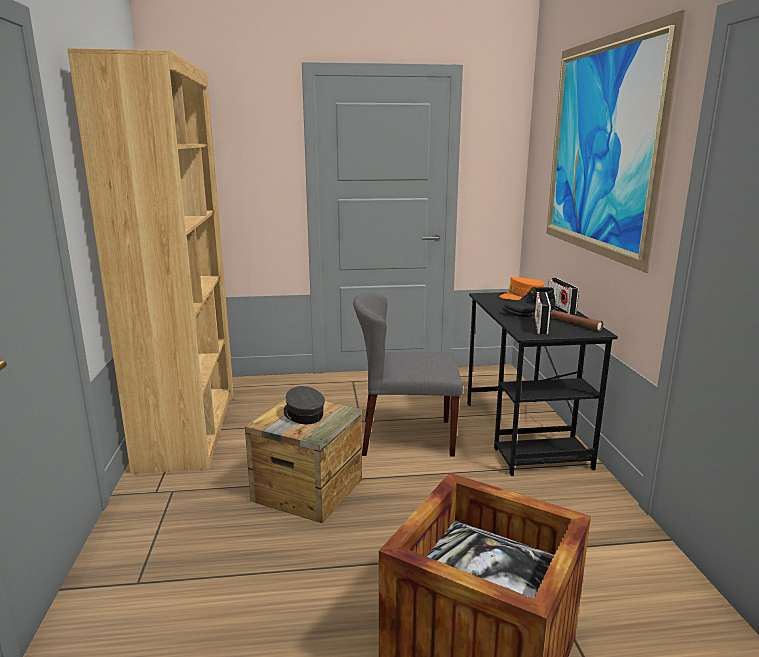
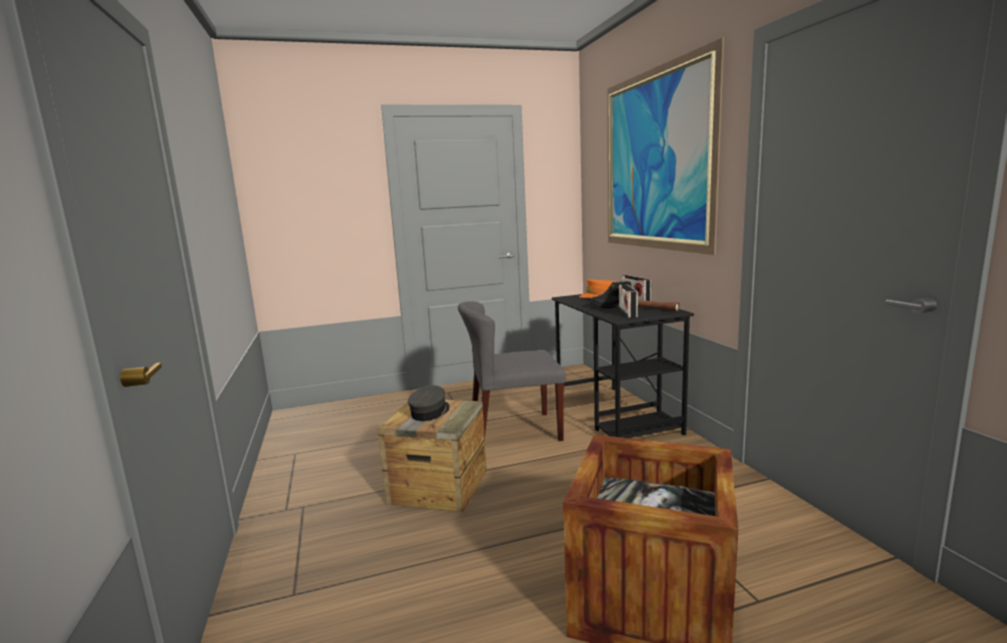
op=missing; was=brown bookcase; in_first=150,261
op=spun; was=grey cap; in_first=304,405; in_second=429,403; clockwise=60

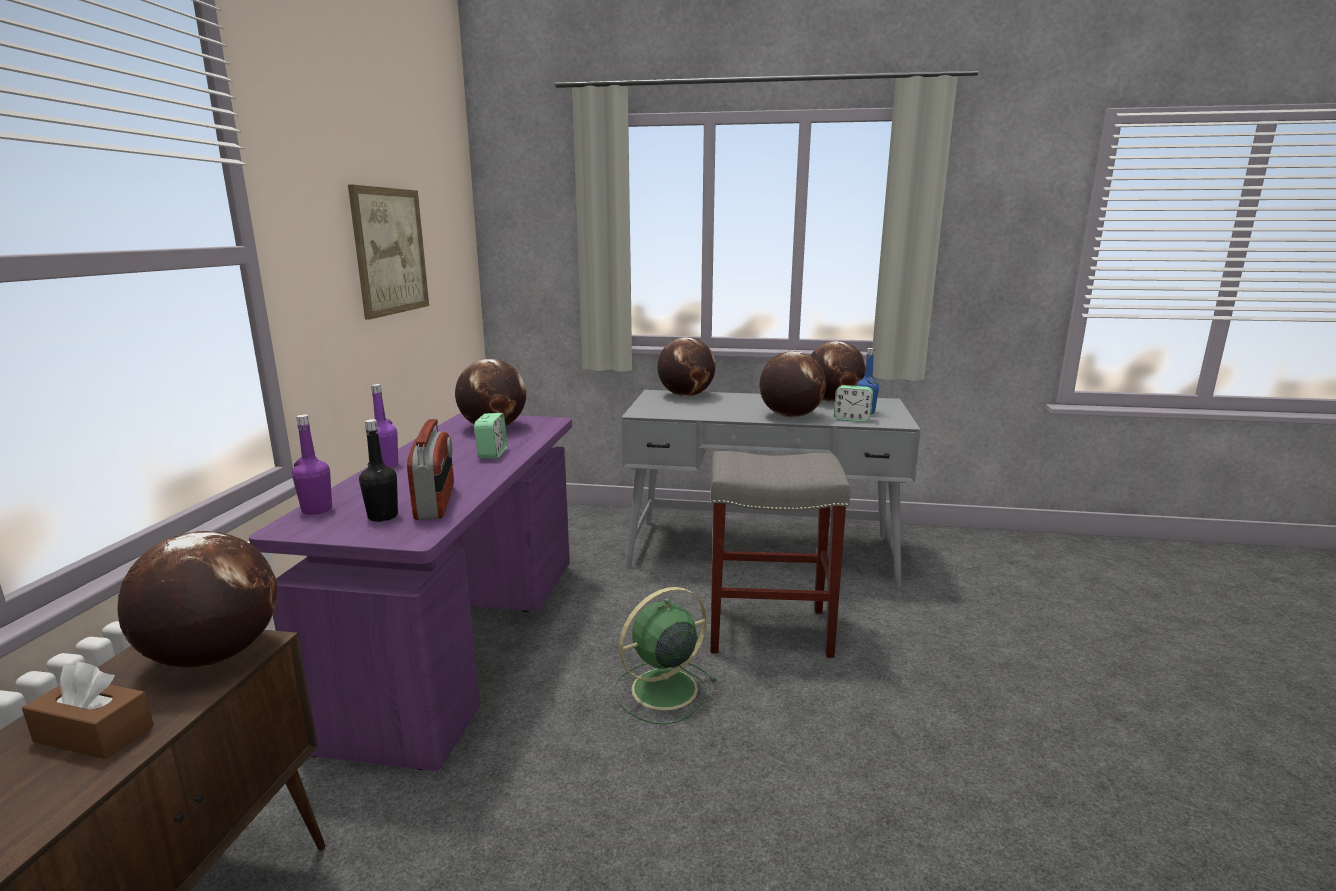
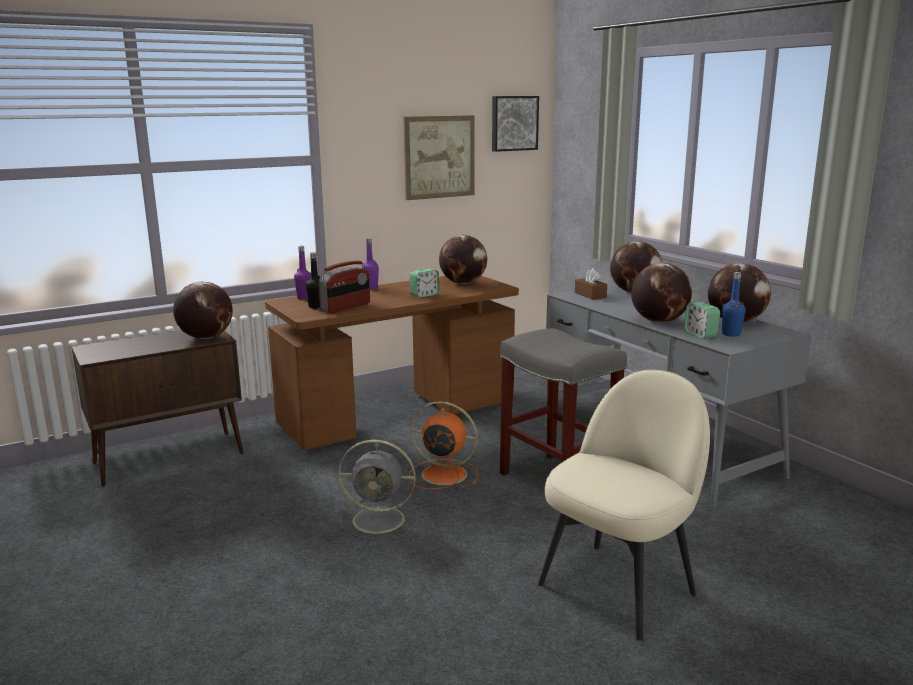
op=colour; was=purple desk; now=brown desk; in_first=410,592; in_second=392,363
op=colour; was=green fan; now=orange fan; in_first=666,656; in_second=443,445
op=relocated; was=brown tissue box; in_first=88,710; in_second=591,284
op=appeared; now=picture; in_second=515,124
op=appeared; now=beige chair; in_second=624,505
op=appeared; now=grey fan; in_second=378,490

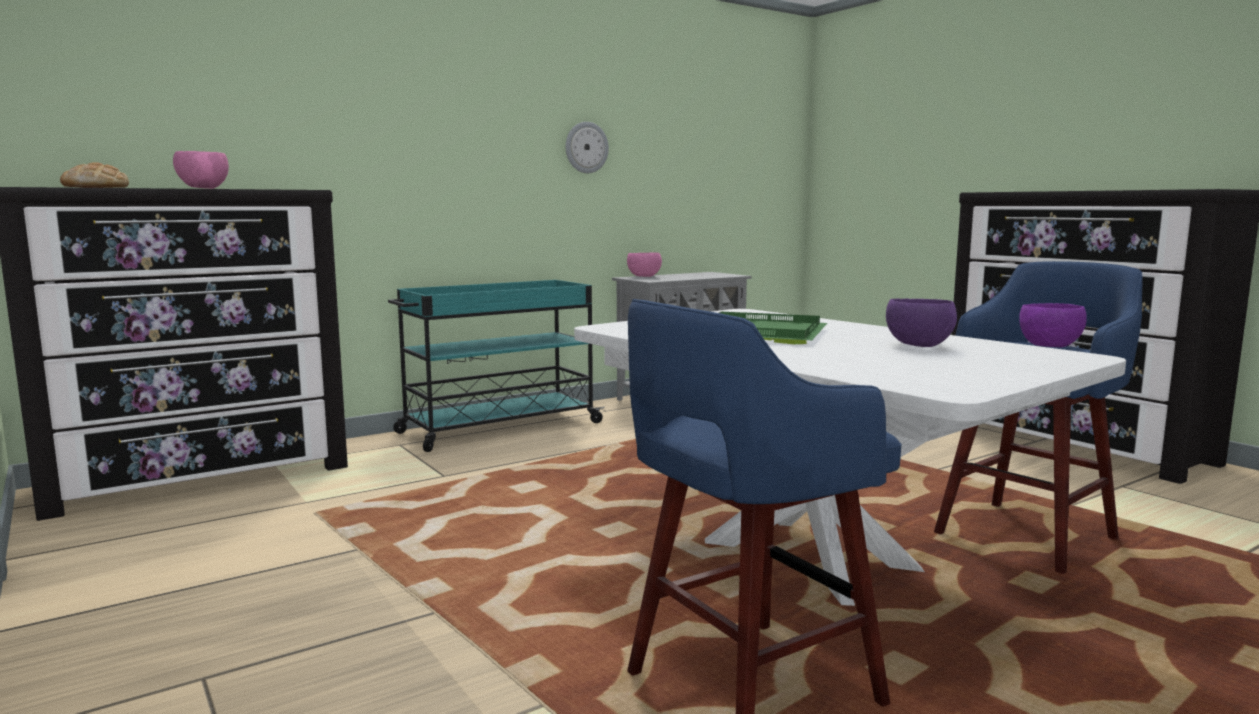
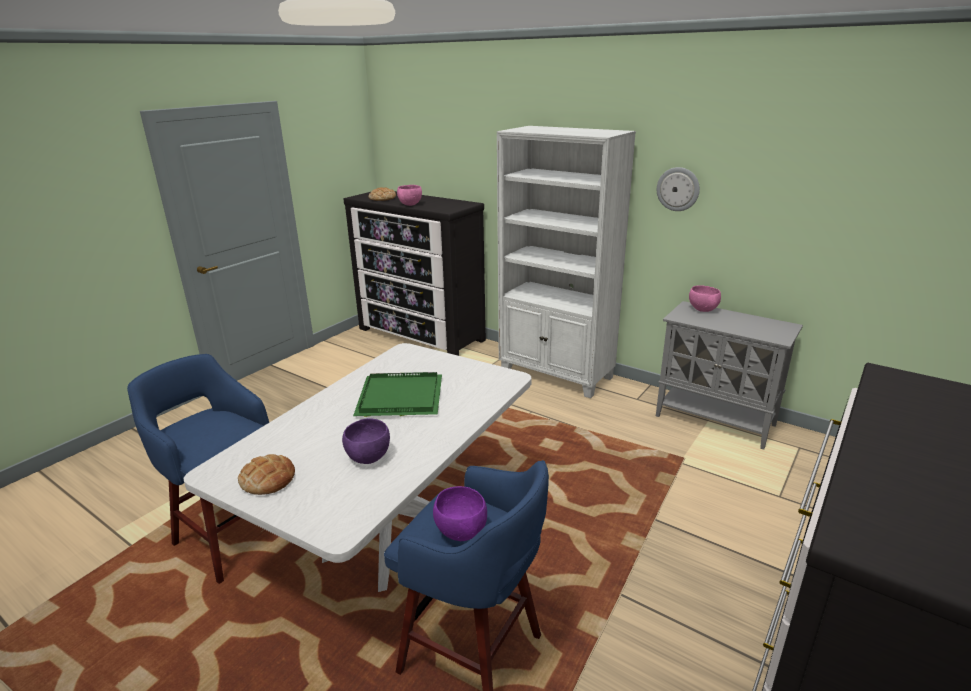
op=exchanged; was=turquoise cart; now=white bookcase; in_first=496,366; in_second=566,262
op=appeared; now=bread; in_second=266,474

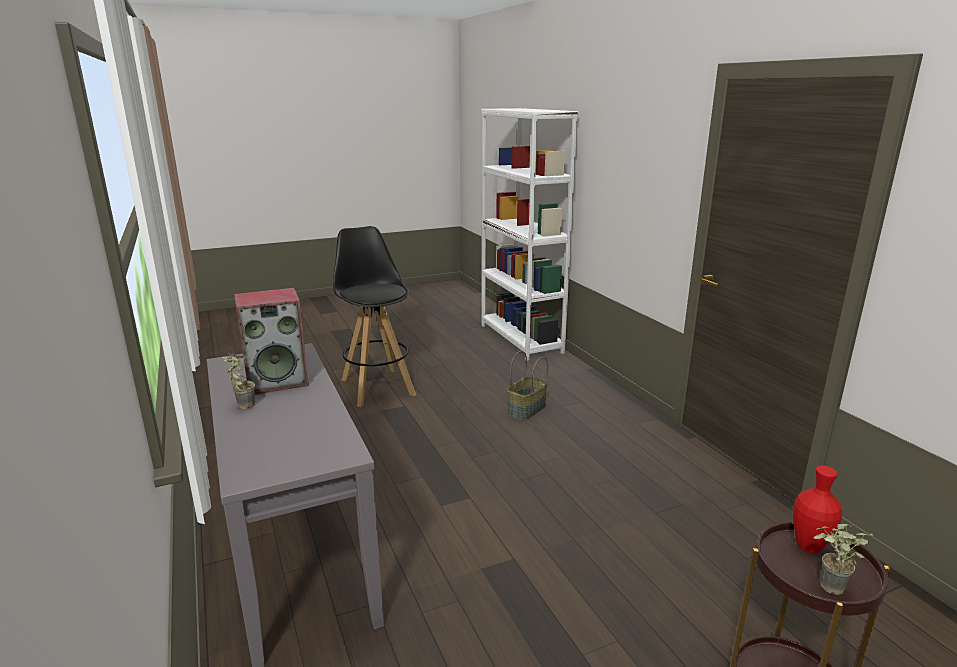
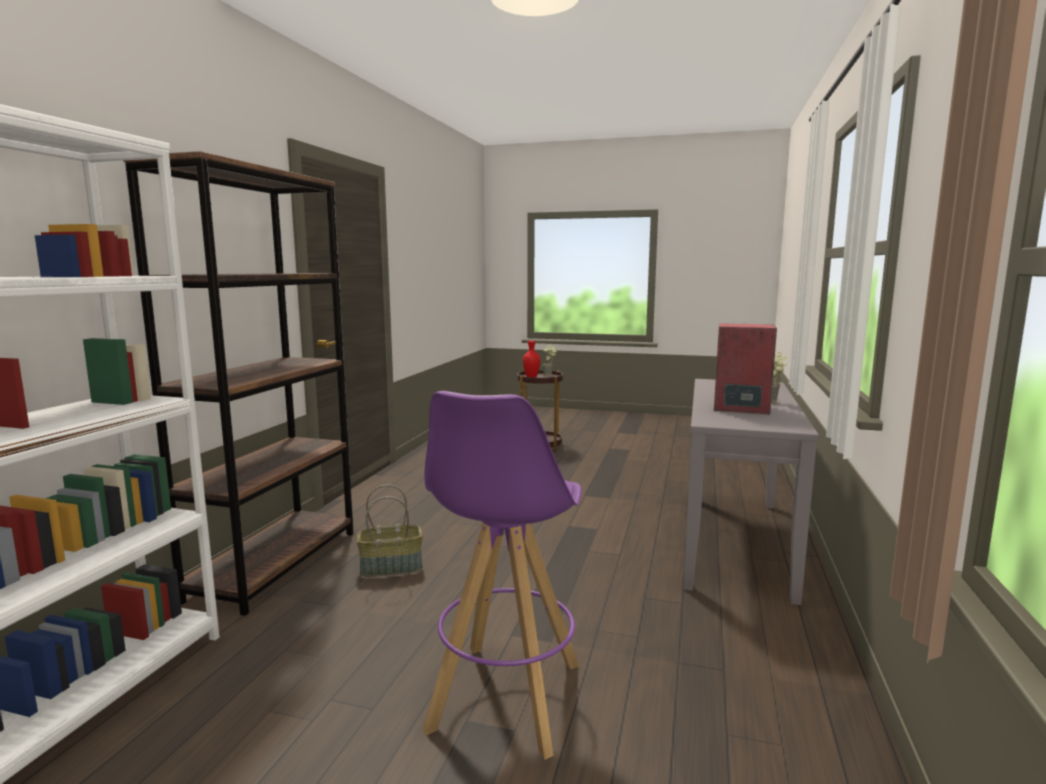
op=colour; was=black stool; now=purple stool; in_first=374,316; in_second=502,575
op=appeared; now=brown bookcase; in_second=238,383

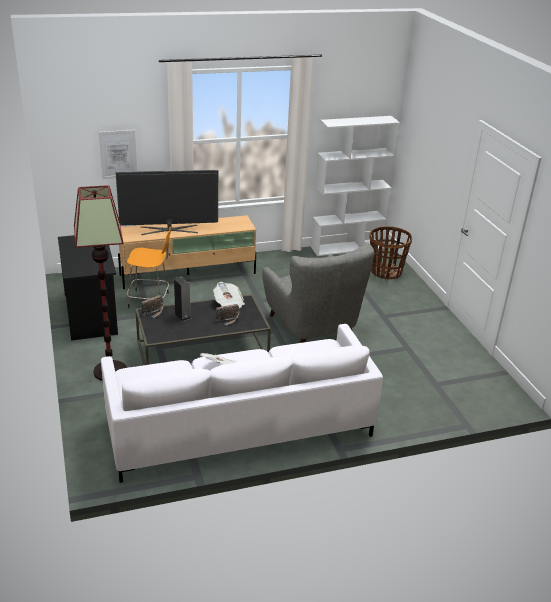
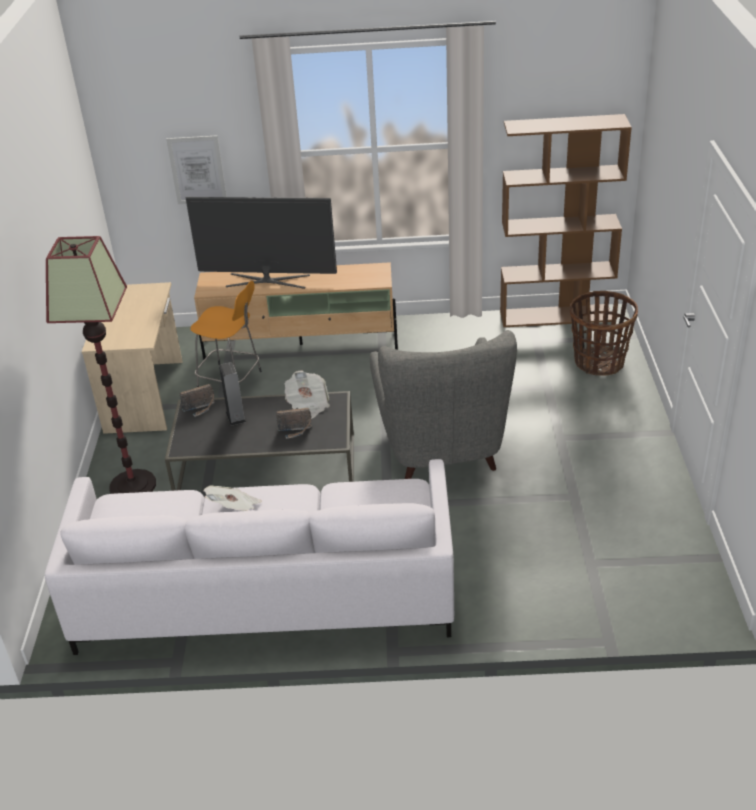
op=colour; was=white bookcase; now=brown bookcase; in_first=355,186; in_second=566,220
op=colour; was=black desk; now=beige desk; in_first=88,288; in_second=132,358

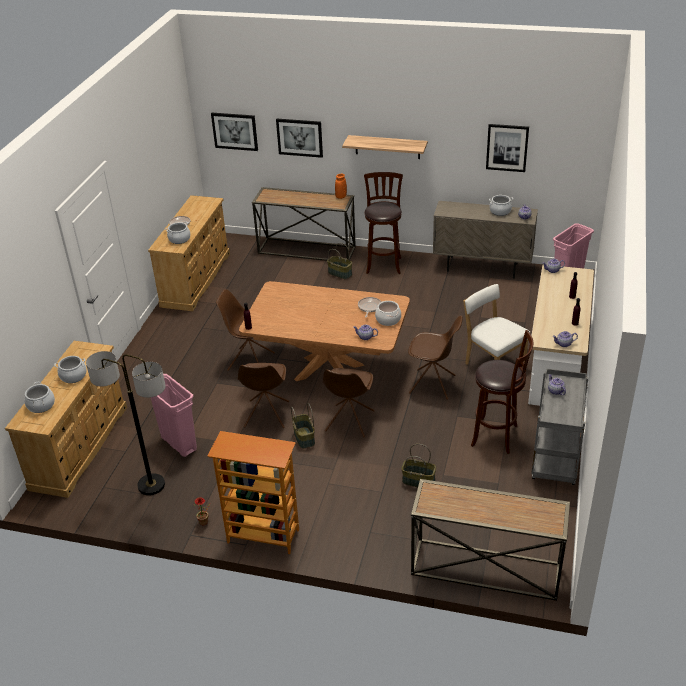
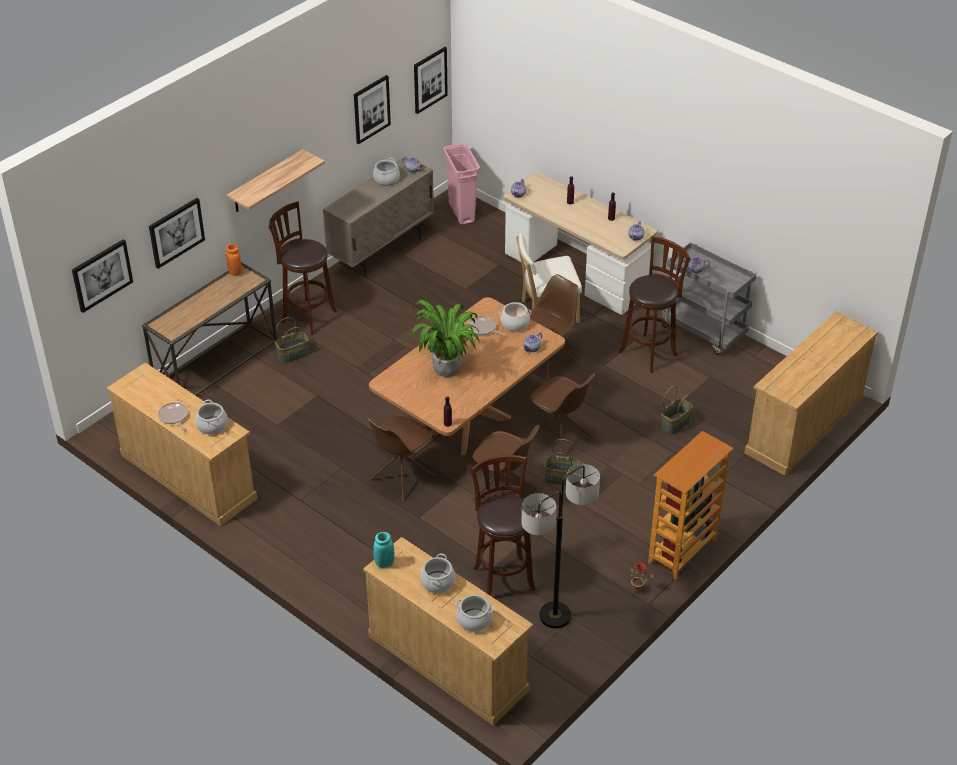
op=exchanged; was=pink trash can; now=brown stool; in_first=173,415; in_second=503,525
op=exchanged; was=console table; now=beige dresser; in_first=490,540; in_second=811,394
op=appeared; now=picture; in_second=431,80
op=appeared; now=potted plant; in_second=445,338
op=appeared; now=turquoise vase; in_second=384,550

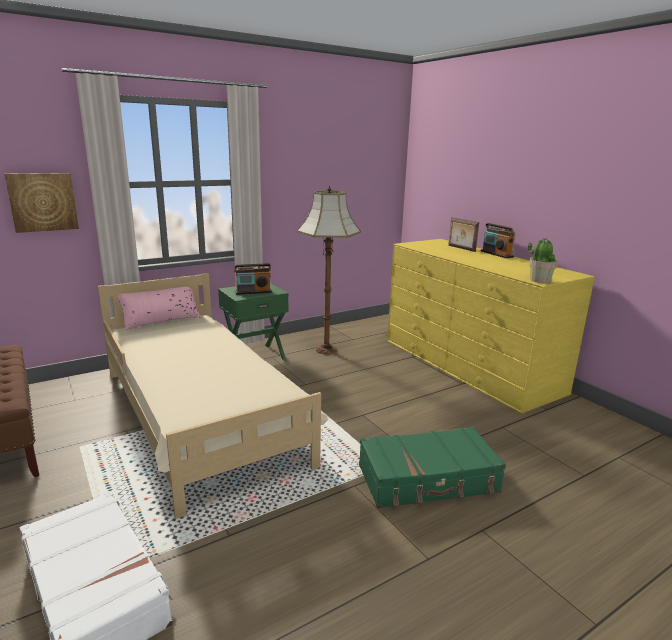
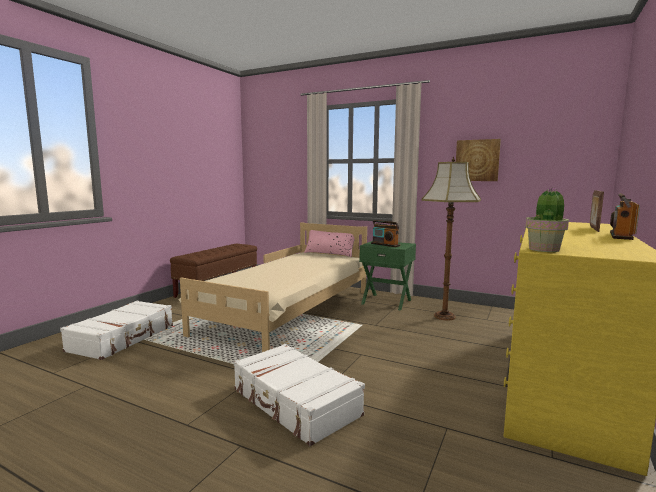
op=relocated; was=picture; in_first=42,203; in_second=478,160
op=colour; was=green suitcase; now=white suitcase; in_first=432,468; in_second=299,395

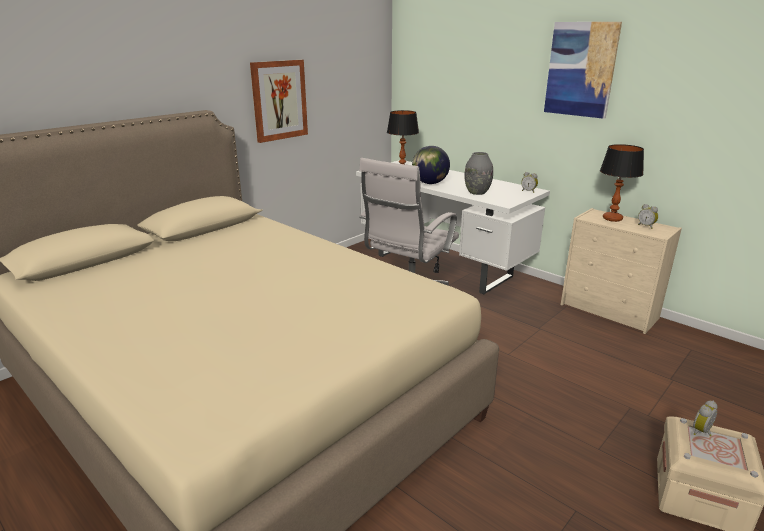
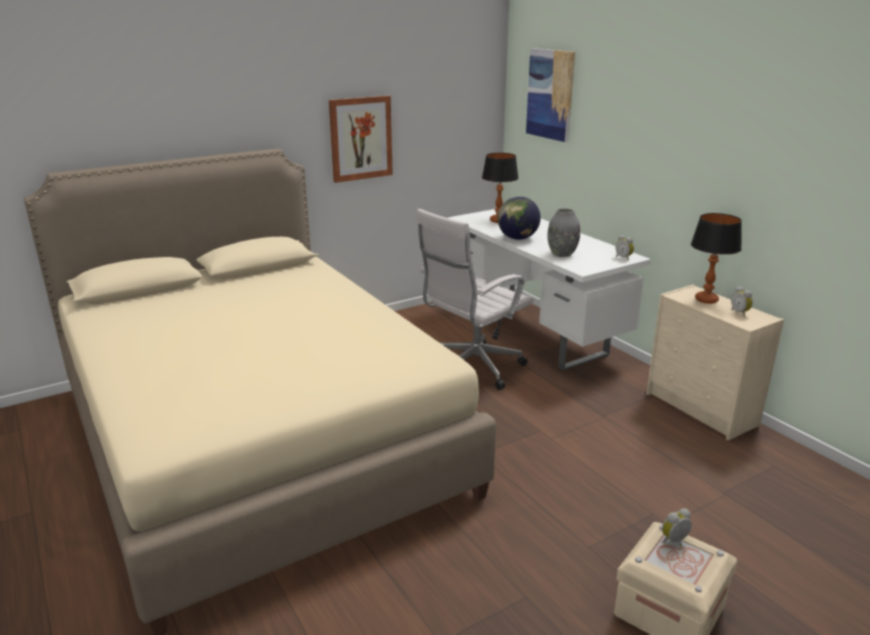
op=relocated; was=picture; in_first=583,70; in_second=550,95

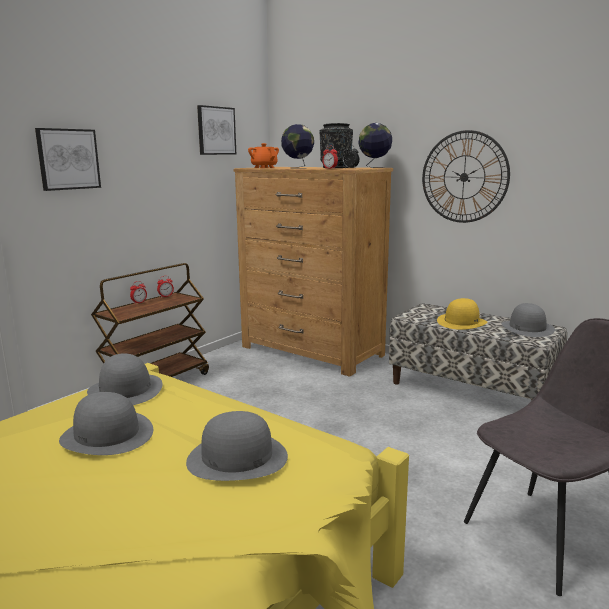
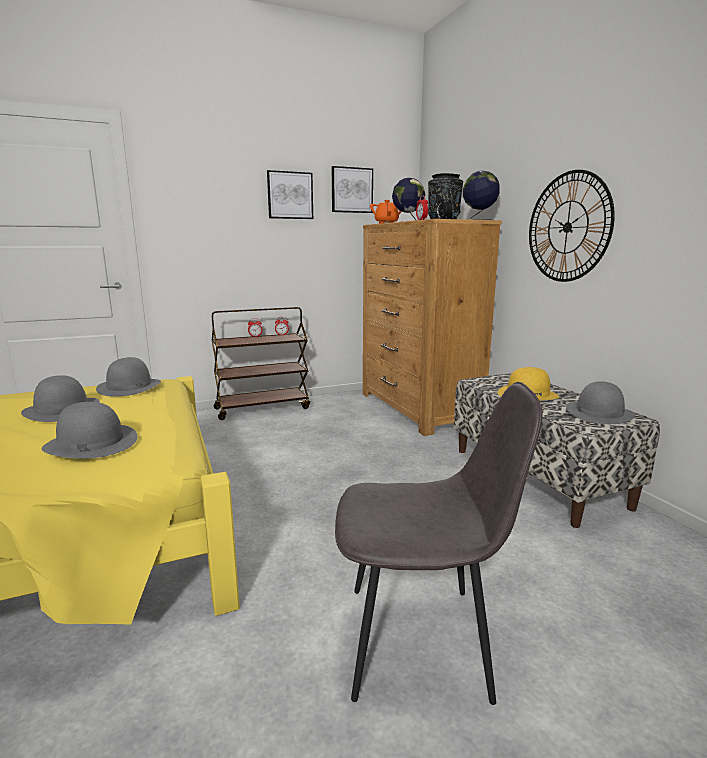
op=relocated; was=picture; in_first=68,159; in_second=290,194

